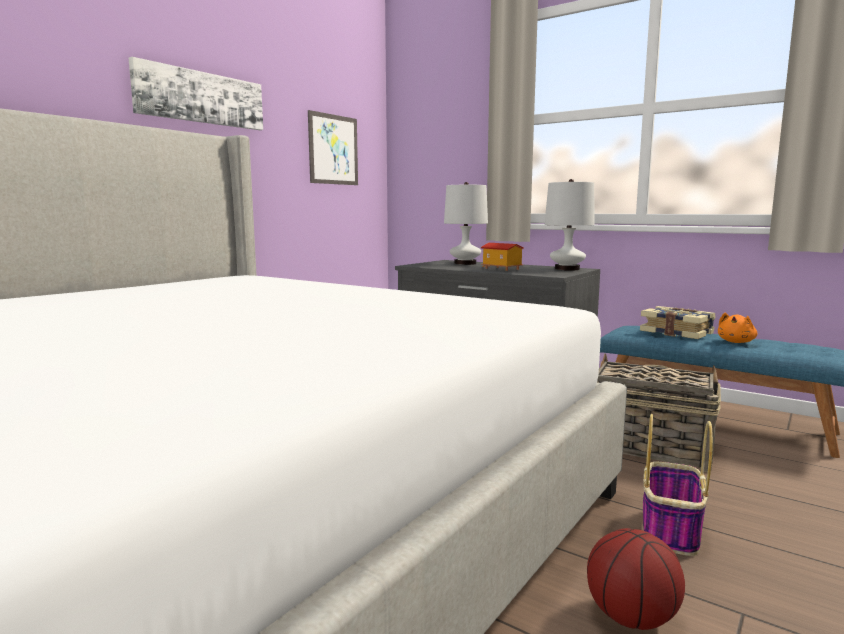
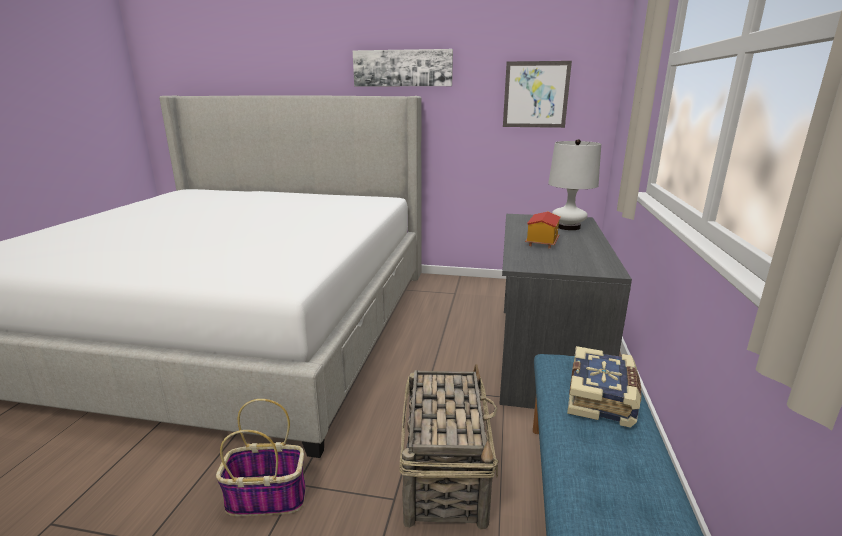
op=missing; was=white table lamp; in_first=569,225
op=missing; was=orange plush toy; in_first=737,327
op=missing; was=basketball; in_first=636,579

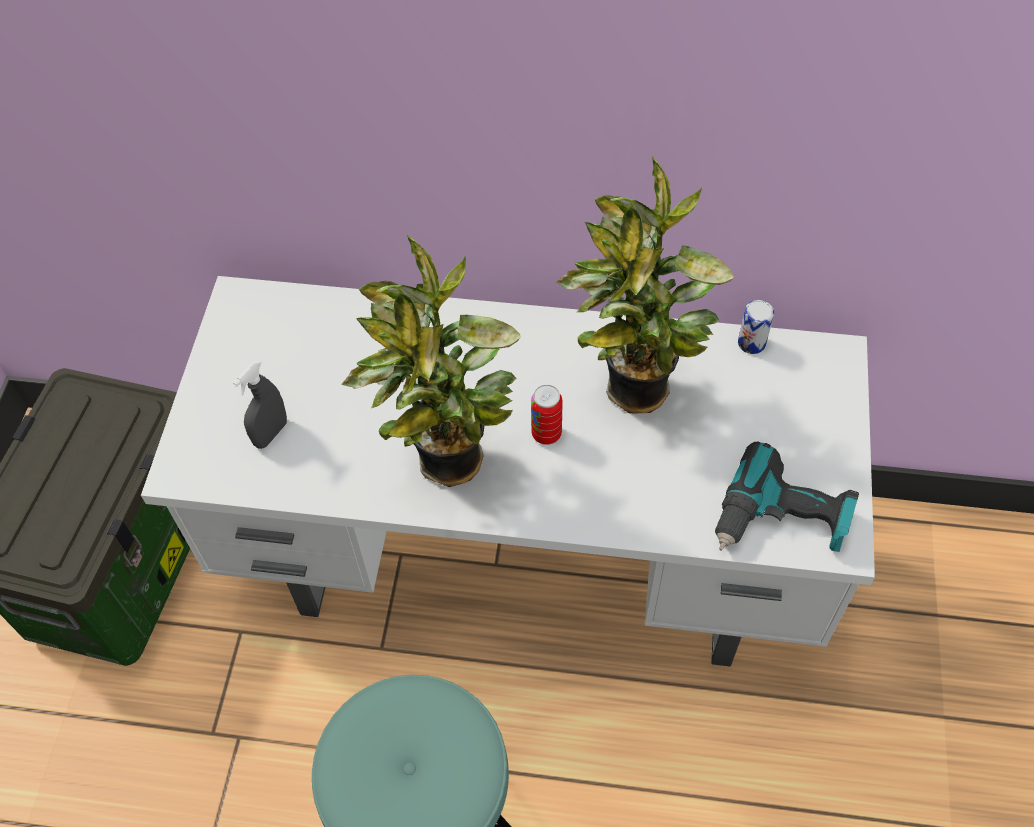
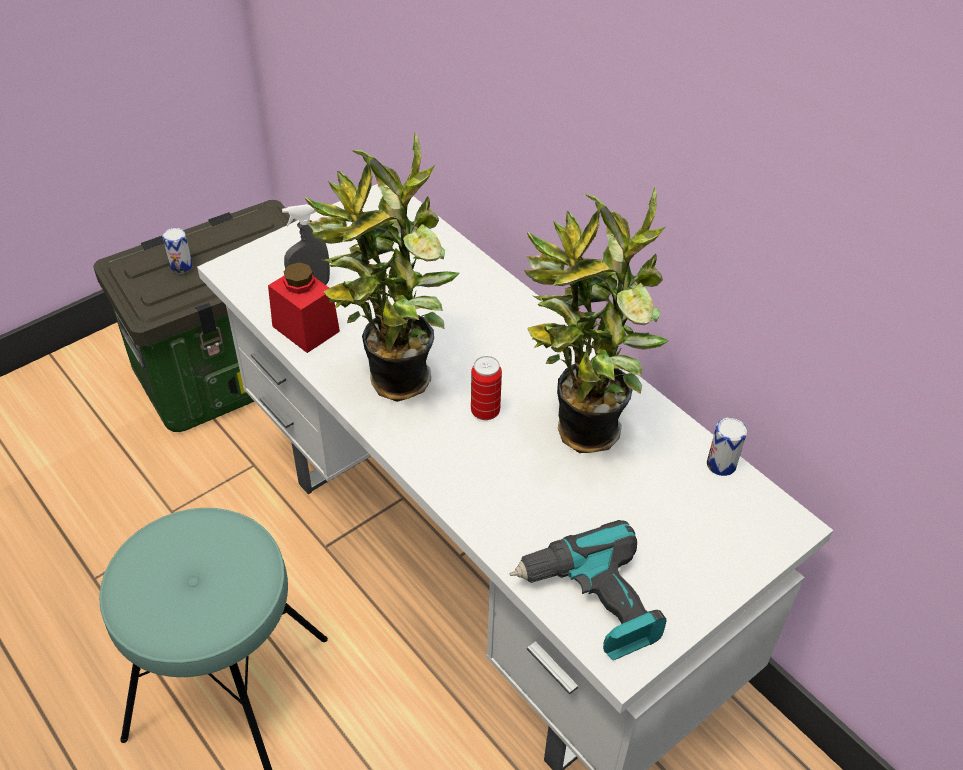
op=appeared; now=can; in_second=178,250
op=appeared; now=red jar; in_second=304,307

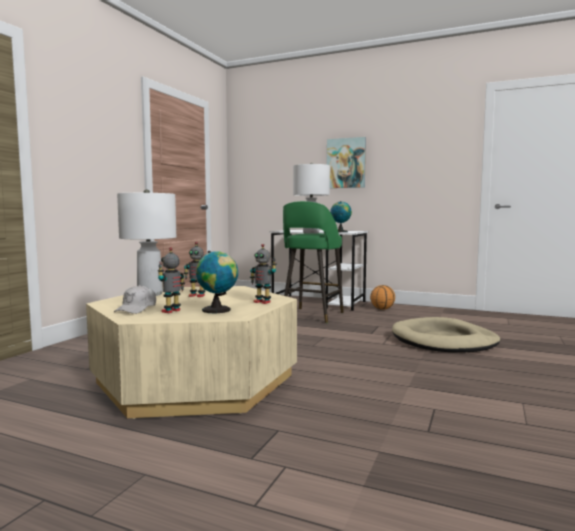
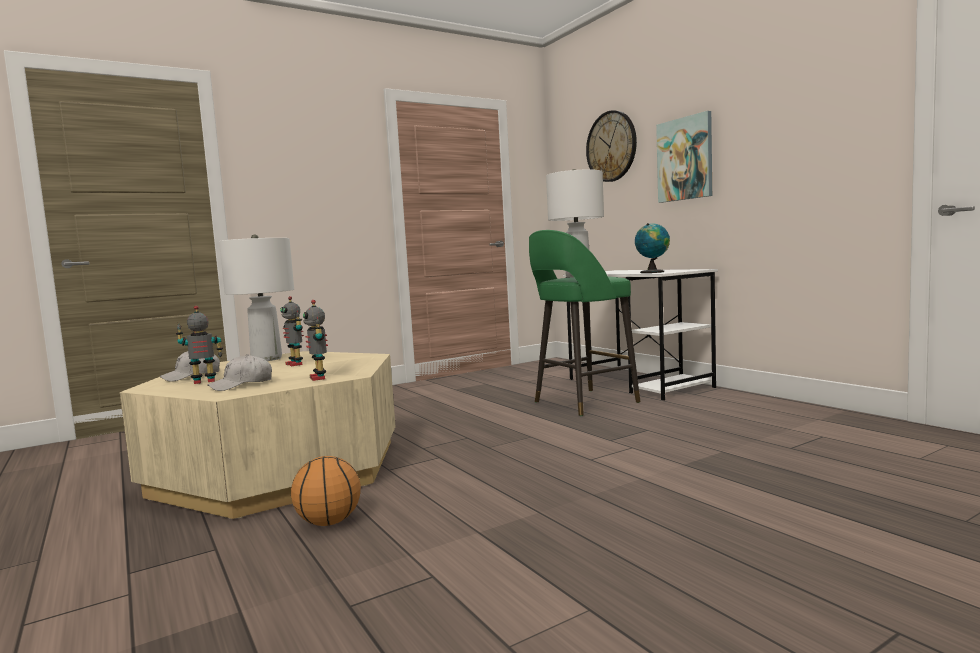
op=exchanged; was=globe; now=white cap; in_first=217,282; in_second=239,372
op=relocated; was=basketball; in_first=382,297; in_second=326,491
op=missing; was=beige dog bed; in_first=446,334
op=appeared; now=wall clock; in_second=611,146

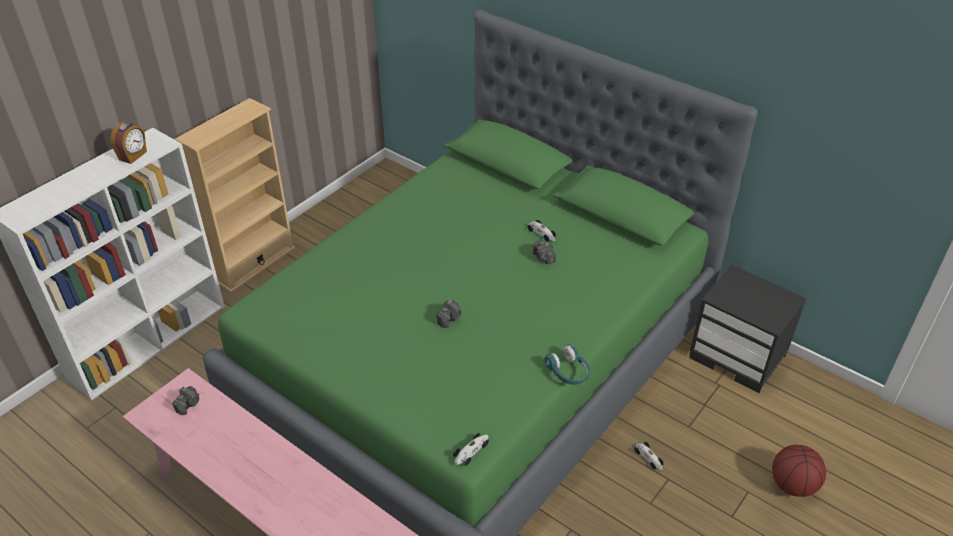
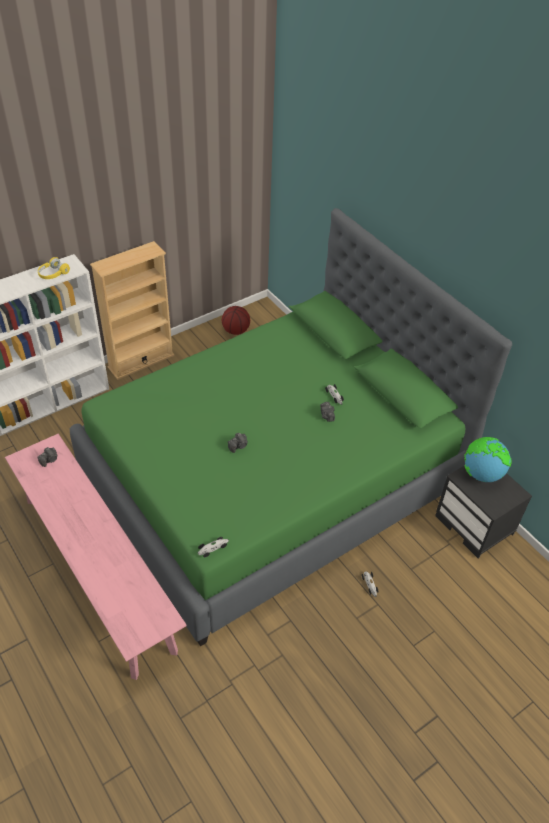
op=exchanged; was=alarm clock; now=yellow headphones; in_first=128,143; in_second=54,268
op=missing; was=turquoise headphones; in_first=567,364
op=relocated; was=basketball; in_first=799,471; in_second=236,320
op=appeared; now=globe; in_second=488,459

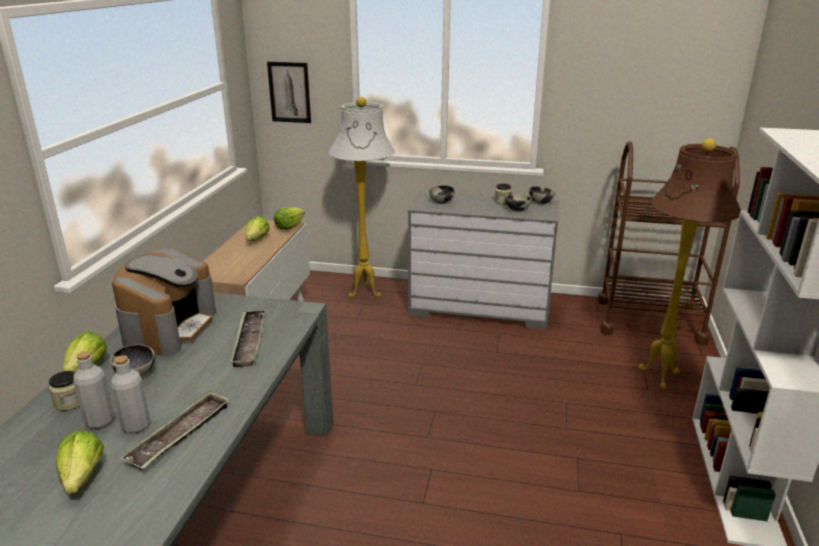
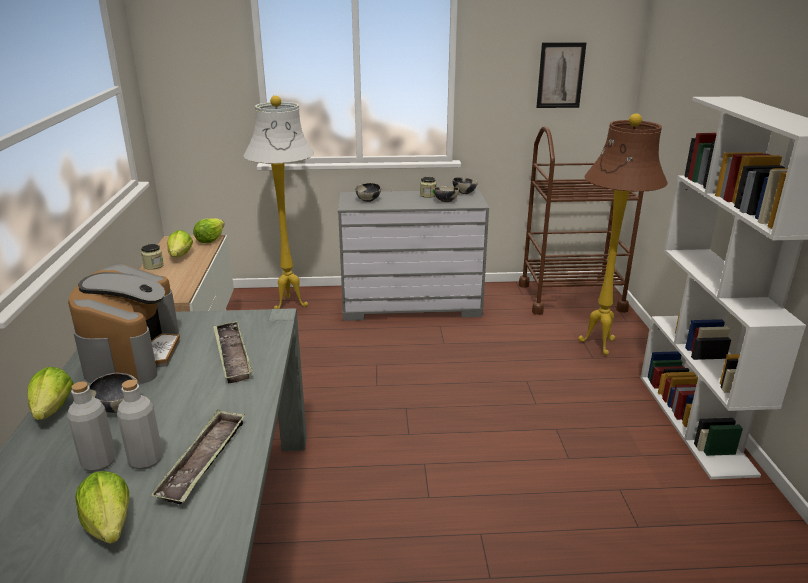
op=relocated; was=picture; in_first=289,92; in_second=561,75
op=relocated; was=jar; in_first=64,391; in_second=152,257

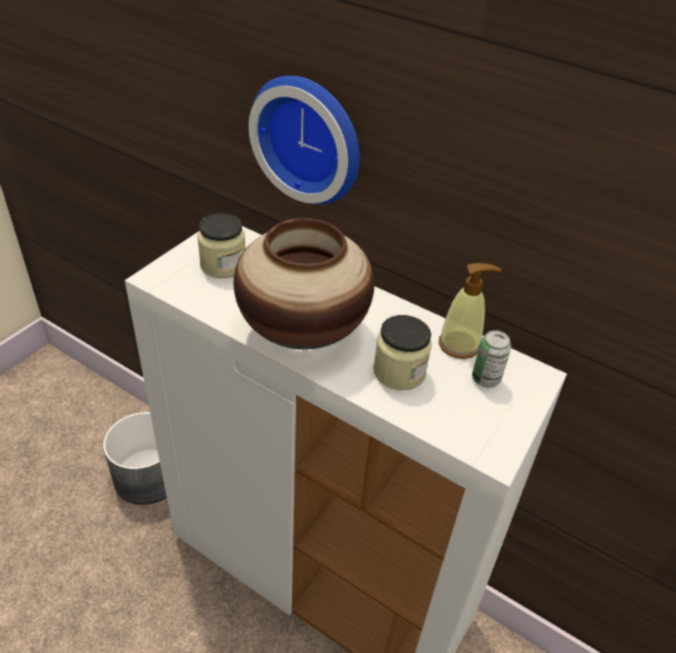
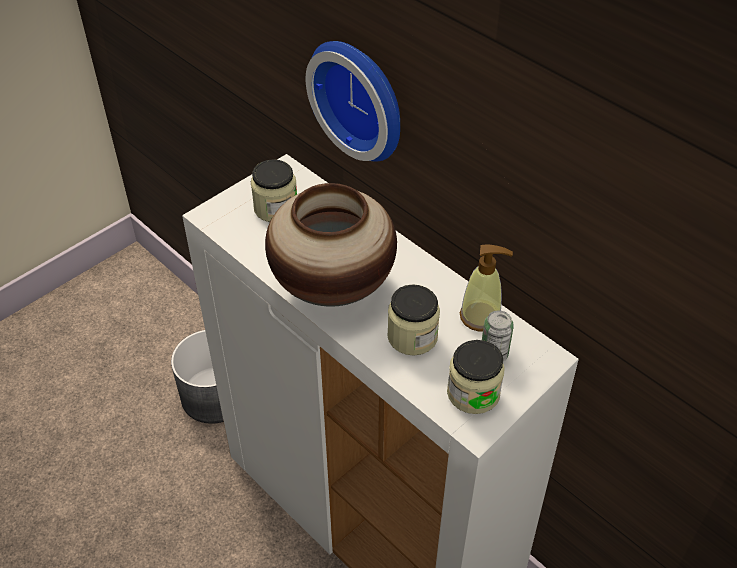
op=appeared; now=jar; in_second=476,377

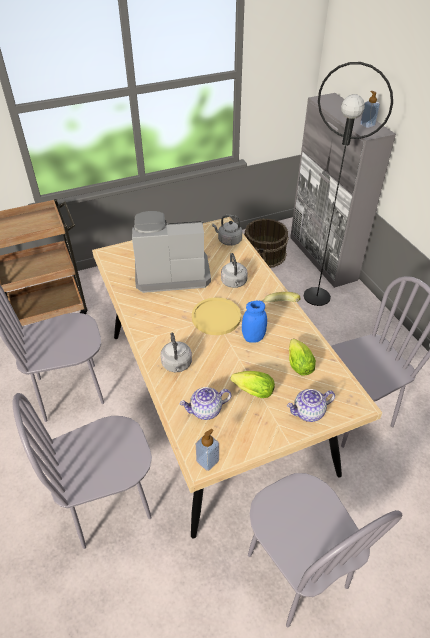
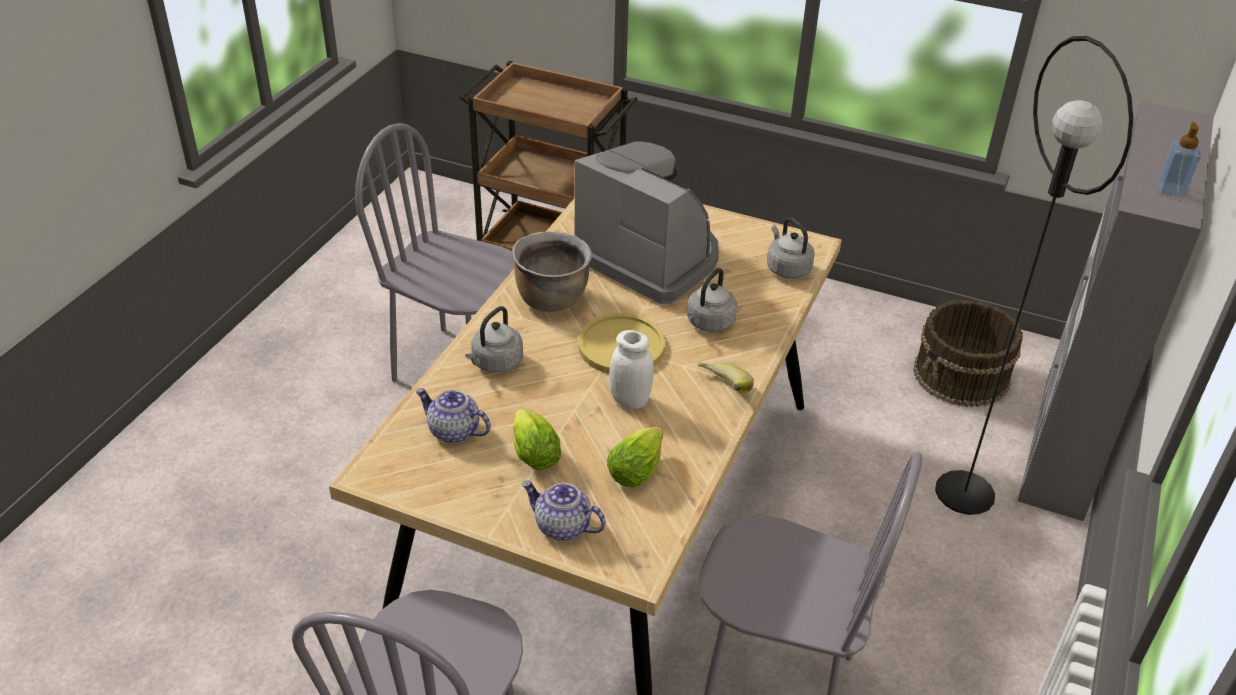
op=colour; was=blue jar; now=white jar; in_first=254,321; in_second=631,369
op=missing; was=grey chair; in_first=82,471
op=missing; was=soap dispenser; in_first=207,450
op=appeared; now=brown cooking pot; in_second=552,271

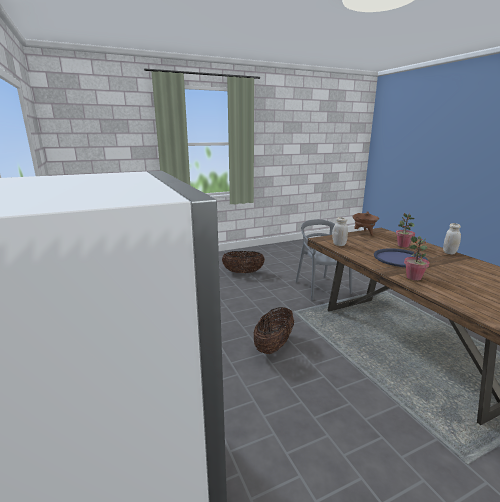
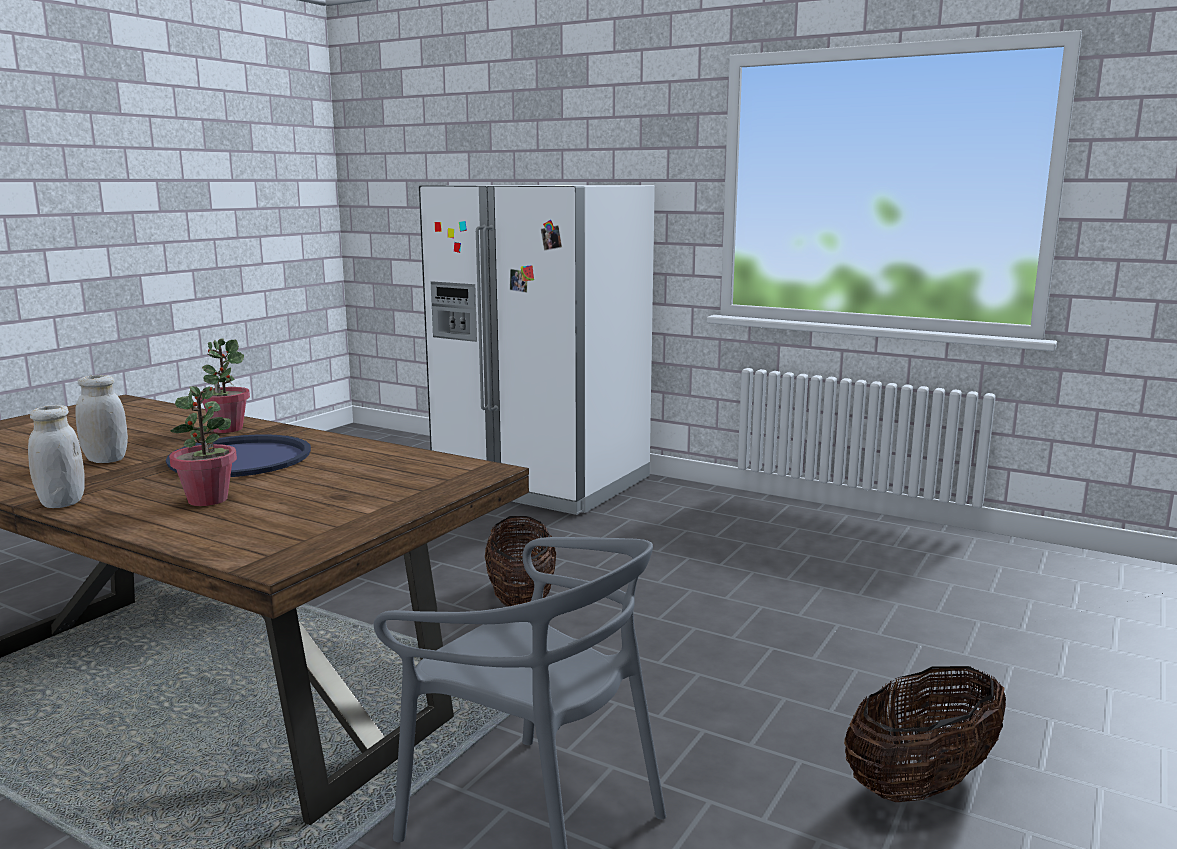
op=missing; was=brown cooking pot; in_first=365,223
op=relocated; was=white jar; in_first=340,231; in_second=101,419

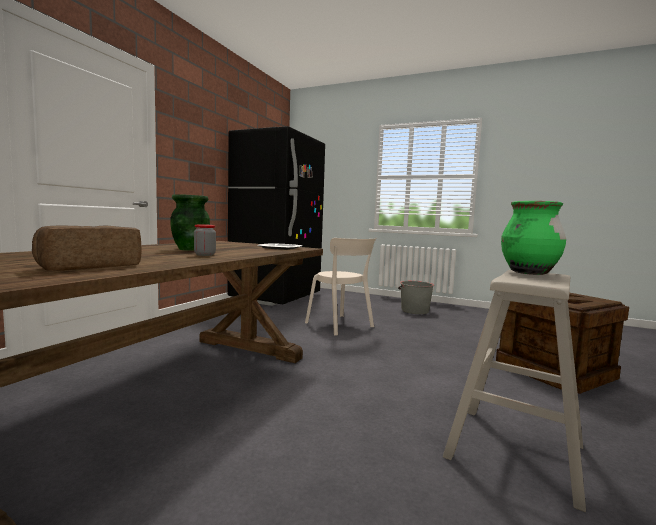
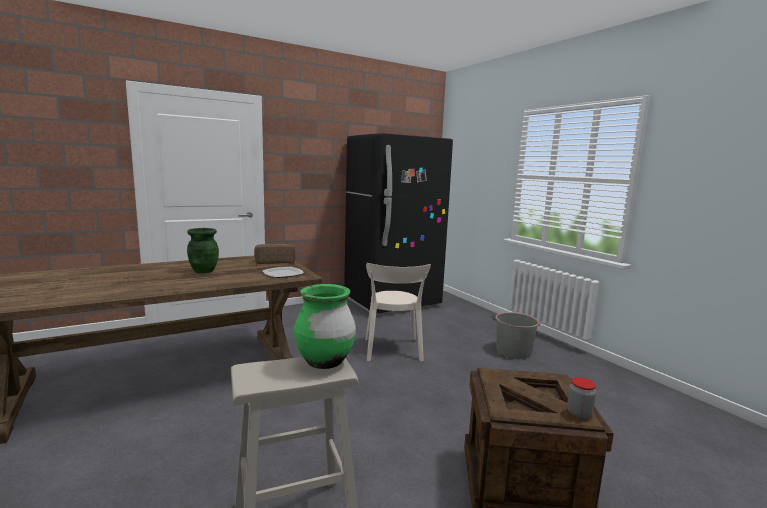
op=relocated; was=jar; in_first=205,240; in_second=581,398
op=relocated; was=bread; in_first=87,248; in_second=275,254

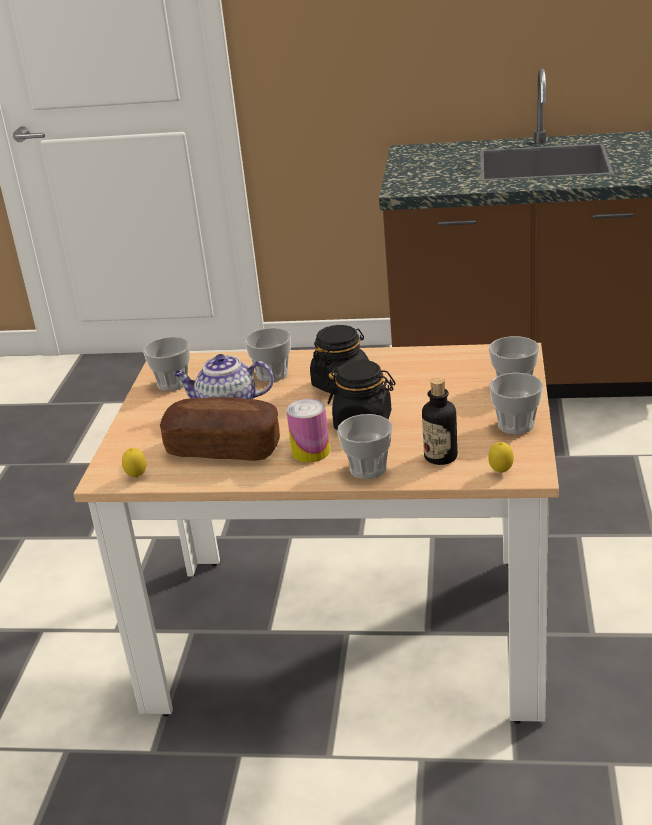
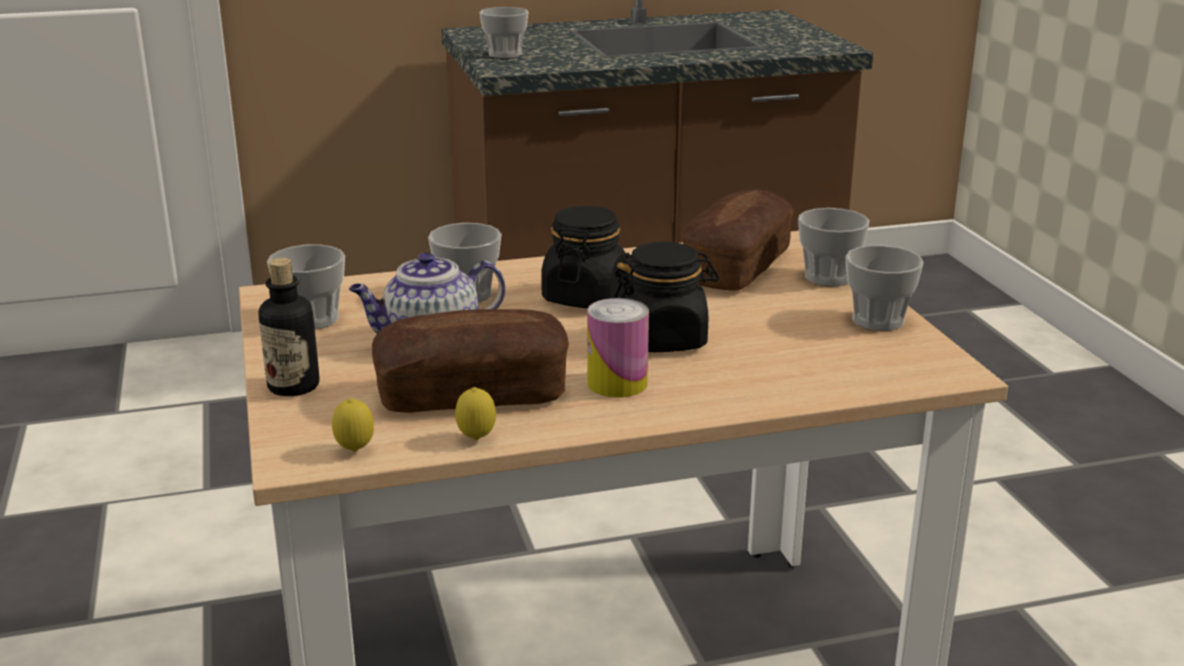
op=relocated; was=bottle; in_first=440,421; in_second=289,327
op=relocated; was=cup; in_first=364,446; in_second=504,32
op=relocated; was=lemon; in_first=501,457; in_second=475,413
op=appeared; now=bread; in_second=737,240

